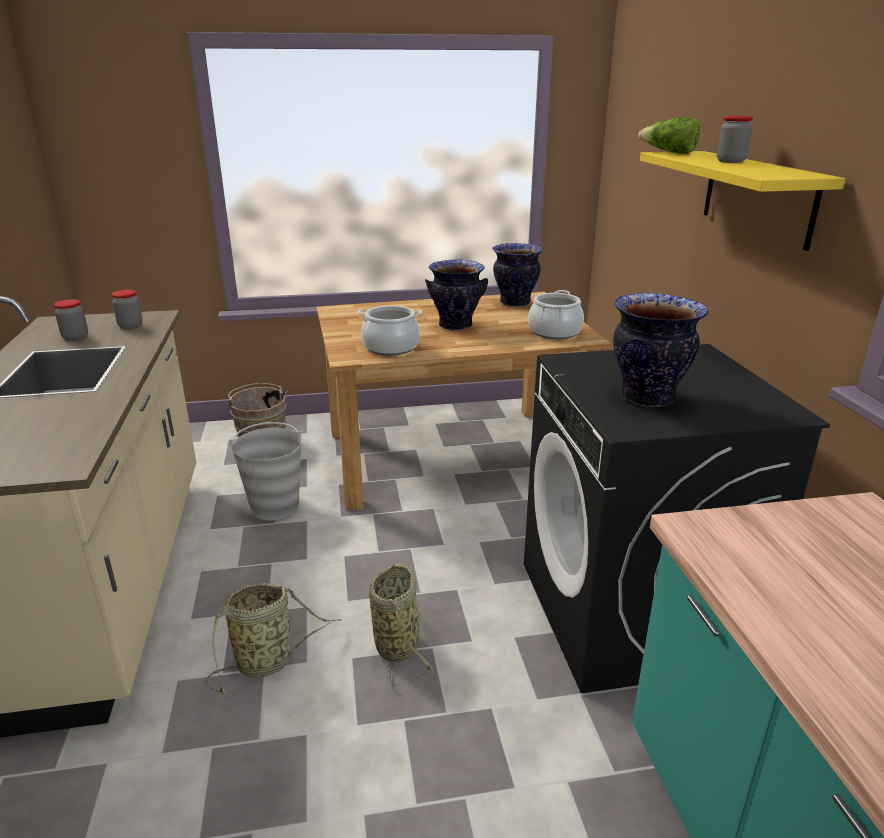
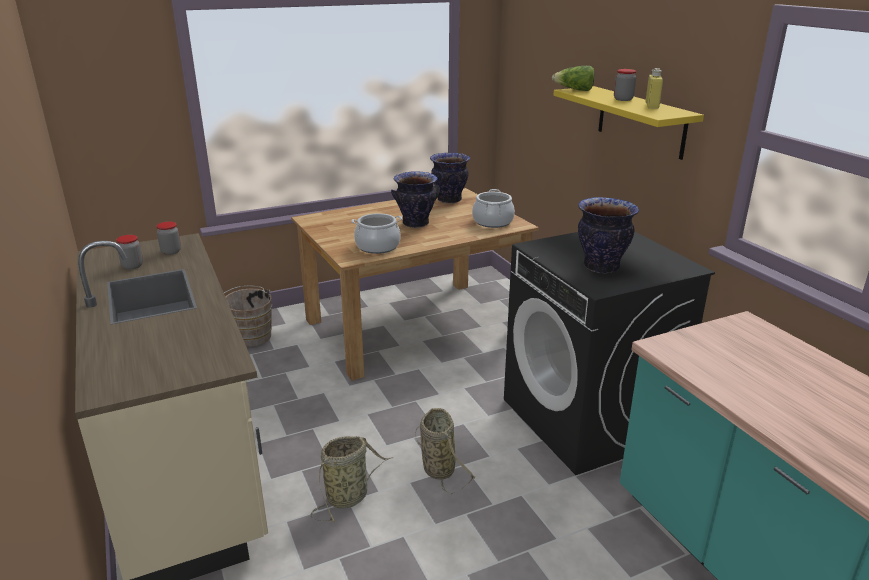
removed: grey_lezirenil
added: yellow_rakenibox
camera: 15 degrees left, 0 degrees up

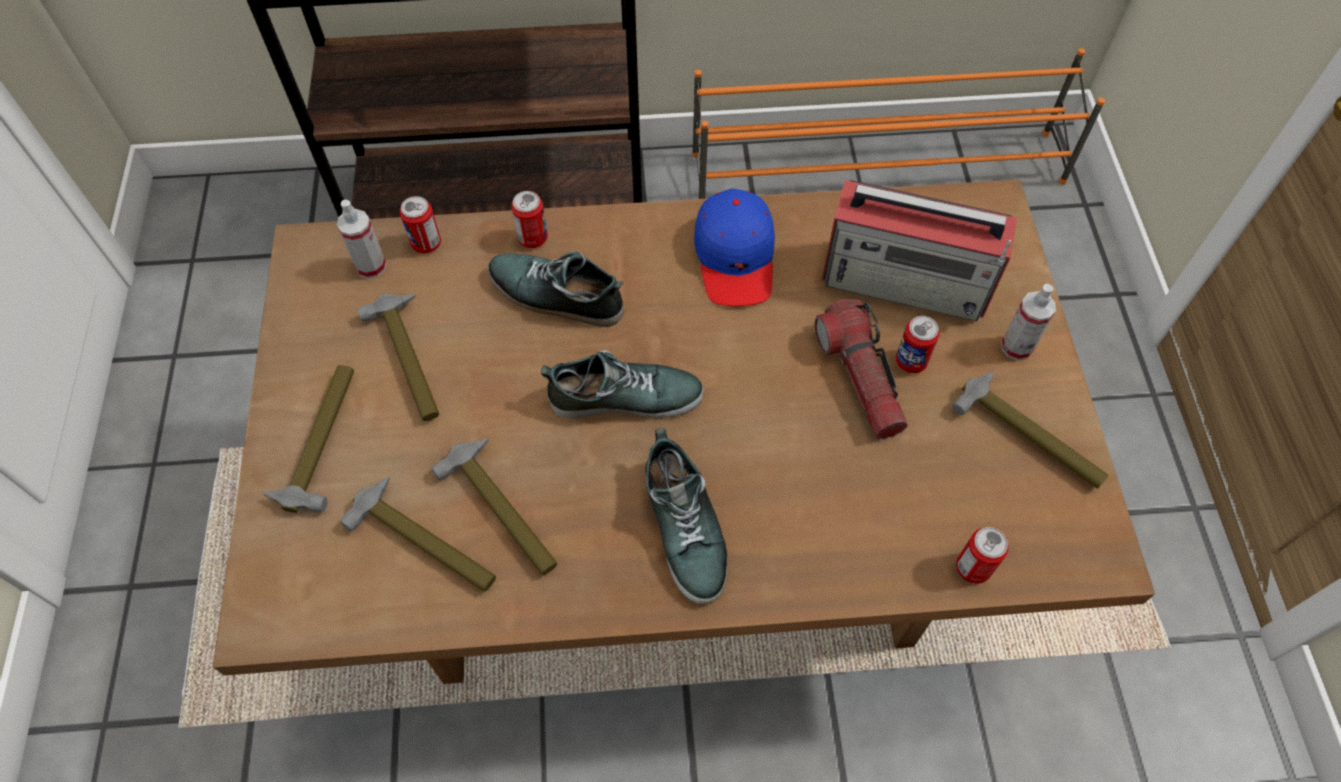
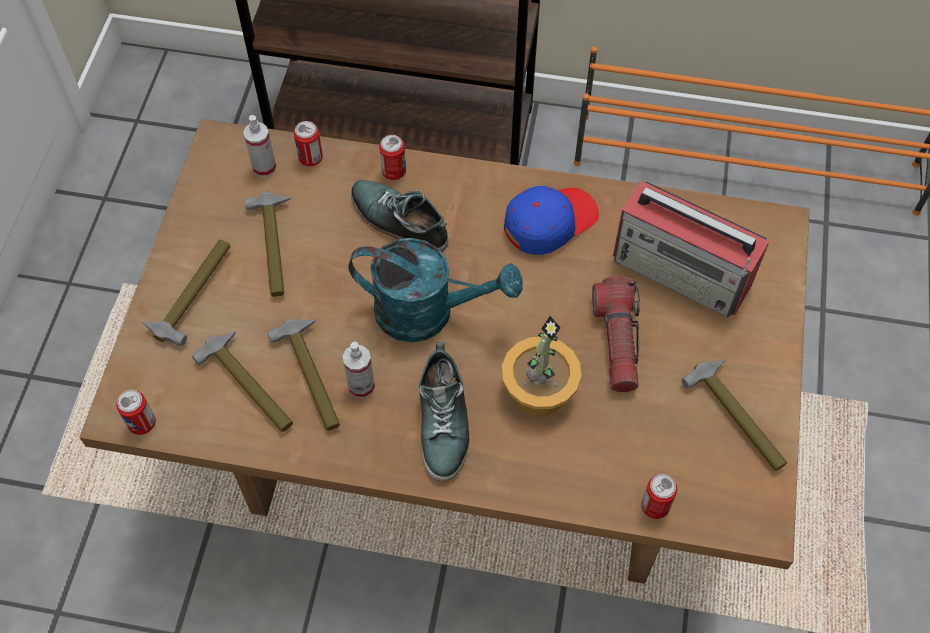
added: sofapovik
moved: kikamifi (3rd from left in the first image) to kikamifi (1st from left); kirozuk (2nd from left)
replaced: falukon (2nd from left) to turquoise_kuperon
turned: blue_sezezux 135 degrees counterclockwise
camera: 15 degrees right, 0 degrees up

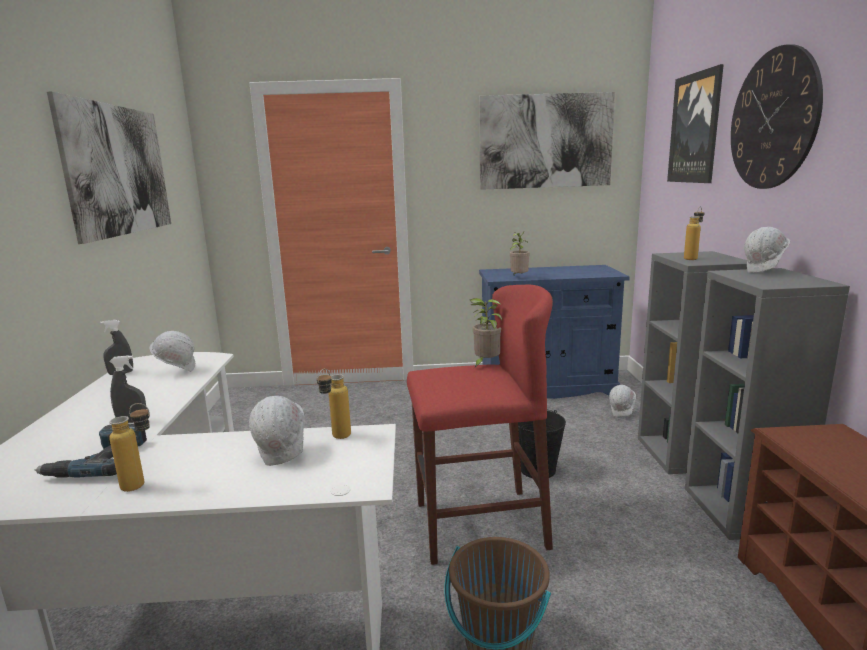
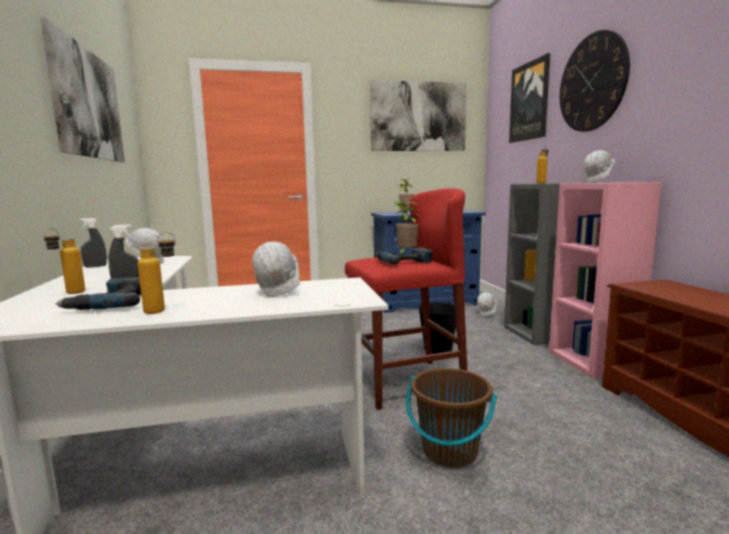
added: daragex (2nd from left)
moved: rakenibox (2nd from left in the first image) to rakenibox (1st from left)
recoloured: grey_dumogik (2nd from left) to pink_dumogik
camera: 10 degrees left, 5 degrees down

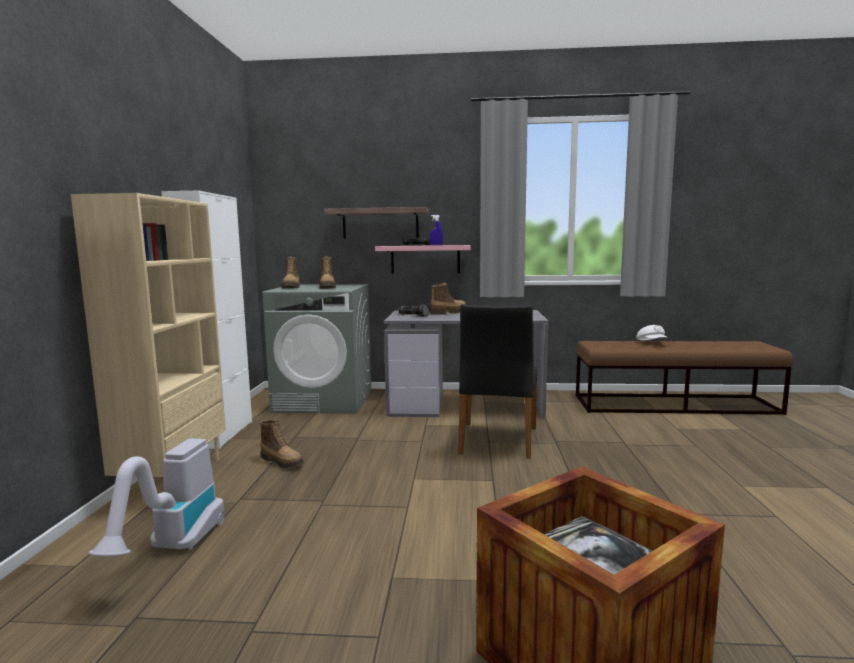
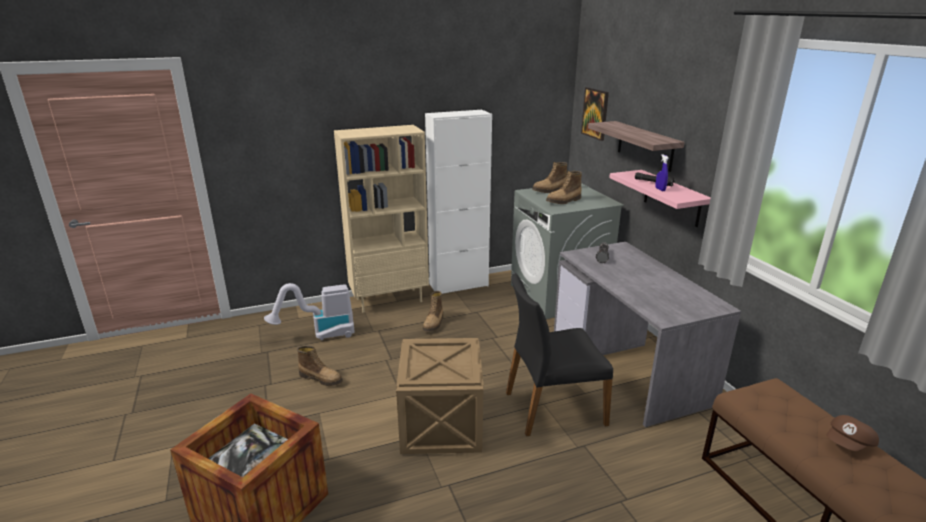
added: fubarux (2nd from left); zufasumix
moved: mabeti (4th from left in the first image) to mabeti (1st from left)
recoloured: white_sezezux to brown_sezezux
camera: 65 degrees right, 15 degrees up

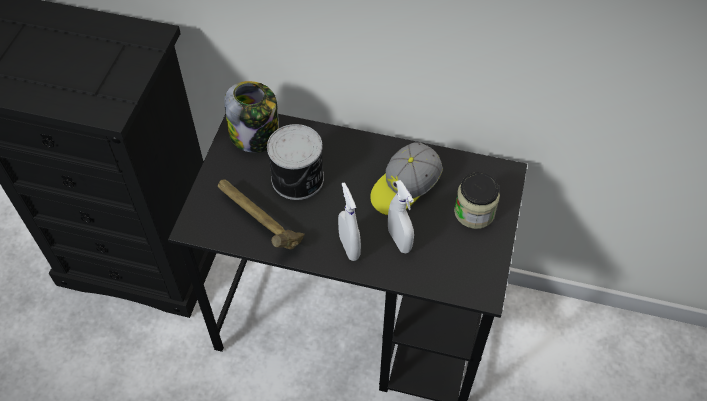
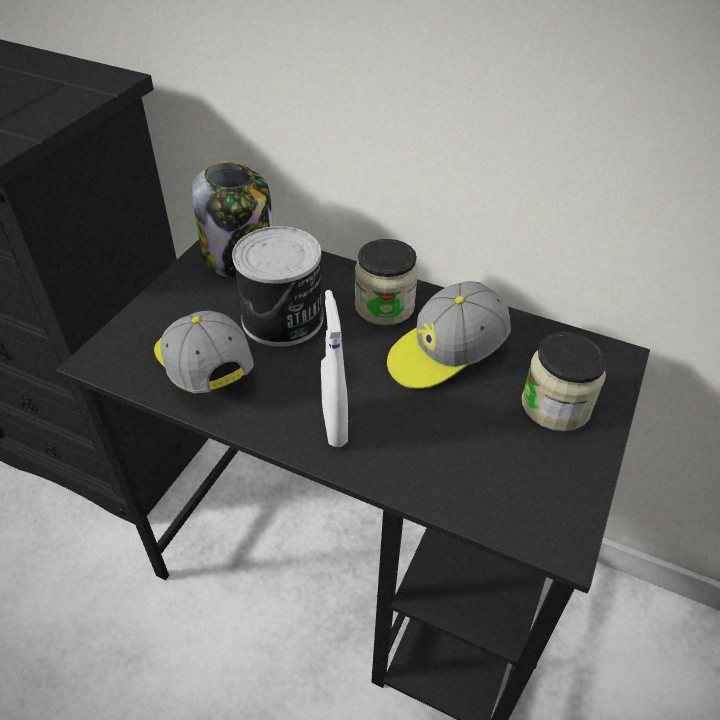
removed: white_kirozuk (2nd from left)
added: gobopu (2nd from left)
replaced: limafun to sezezux (1st from left)
camera: 10 degrees right, 10 degrees down

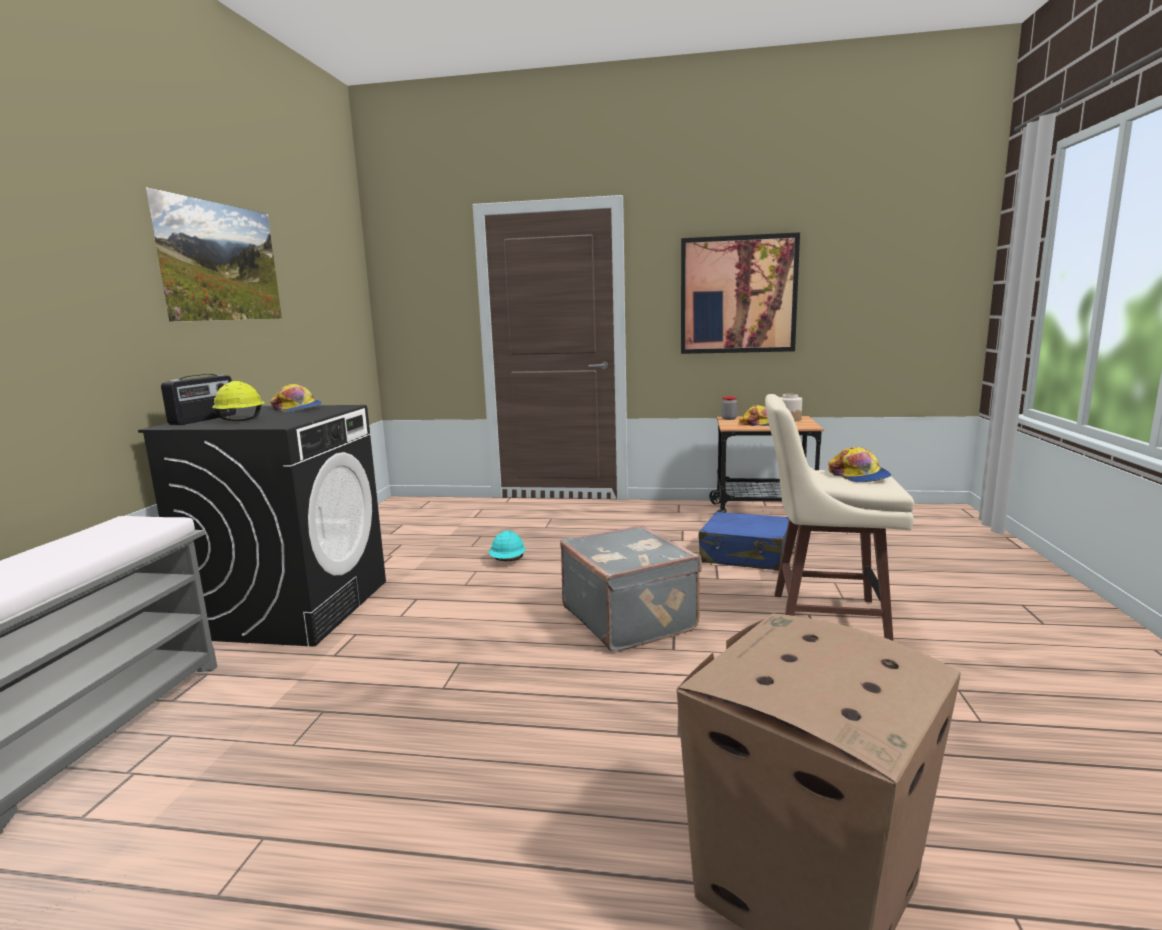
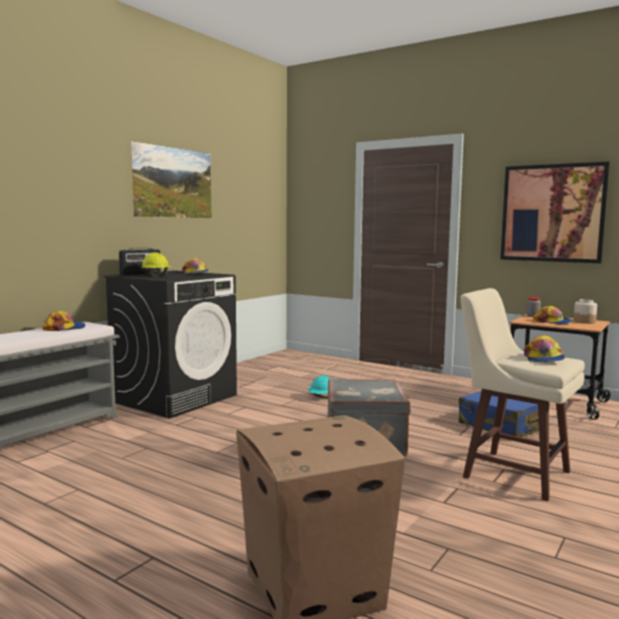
added: sezezux (1st from left)
camera: 25 degrees right, 5 degrees down

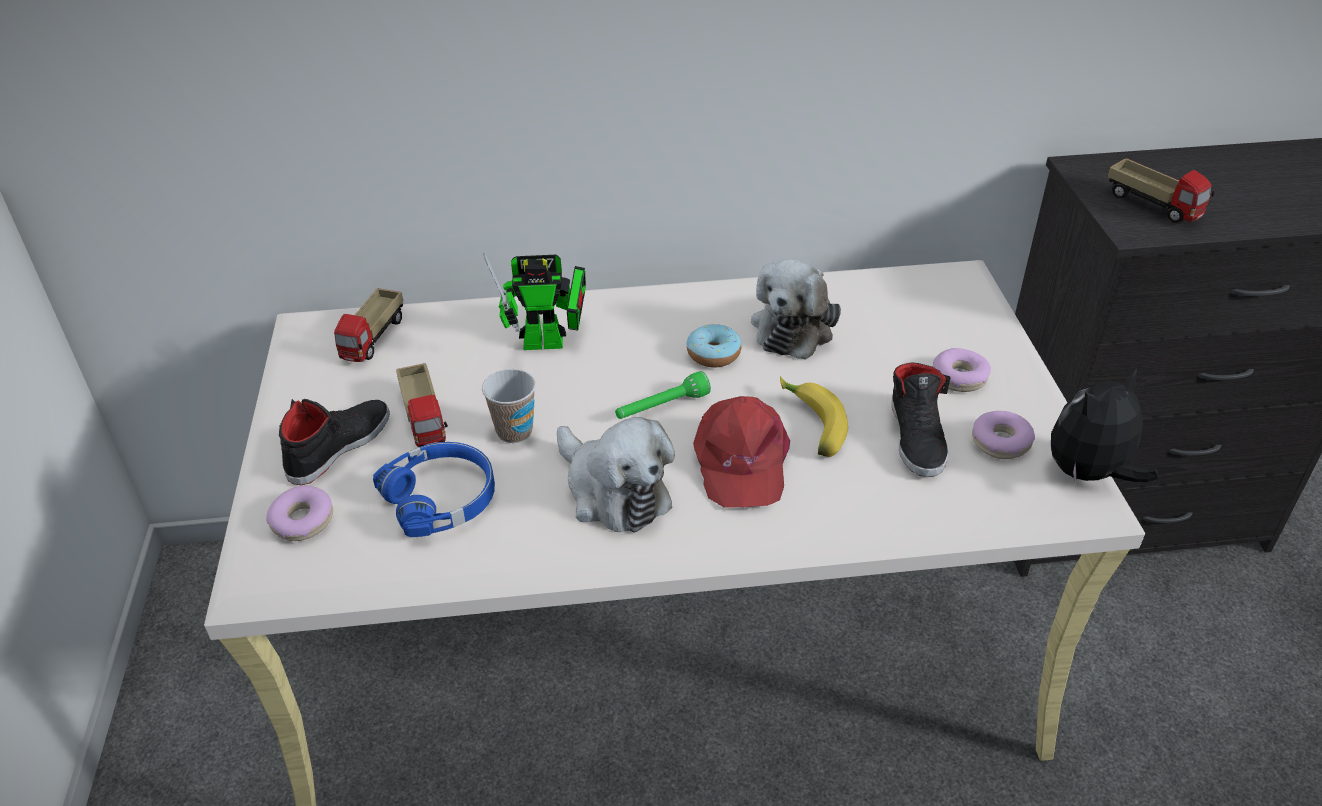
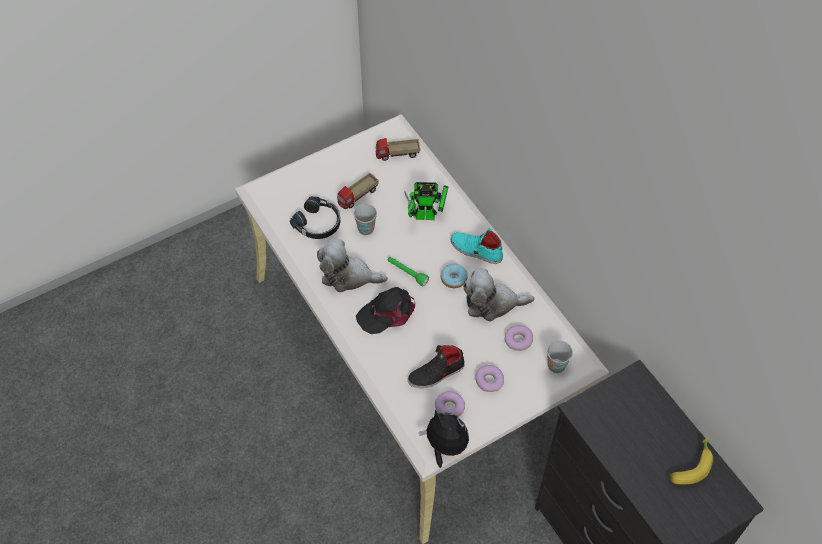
removed: black_falukon (1st from left); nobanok (3rd from left)
added: turquoise_falukon; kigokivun (2nd from left)
moved: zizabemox (1st from left in the first image) to zizabemox (4th from left); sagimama
recoloured: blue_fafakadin to black_fafakadin; red_sezezux to black_sezezux
turned: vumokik (1st from left) 75 degrees clockwise; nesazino 60 degrees counterclockwise
camera: 65 degrees right, 15 degrees up

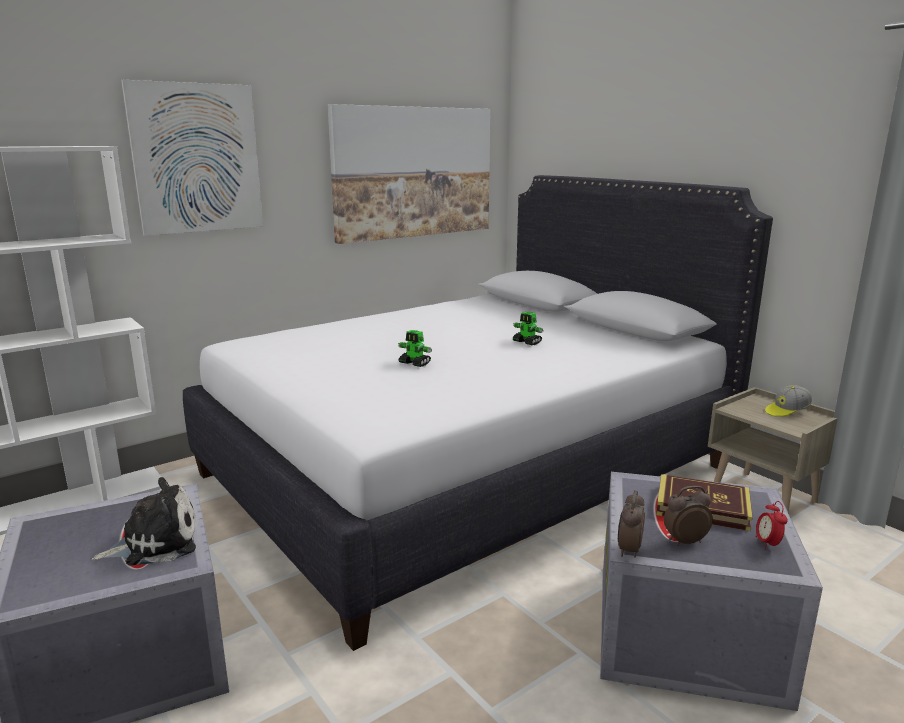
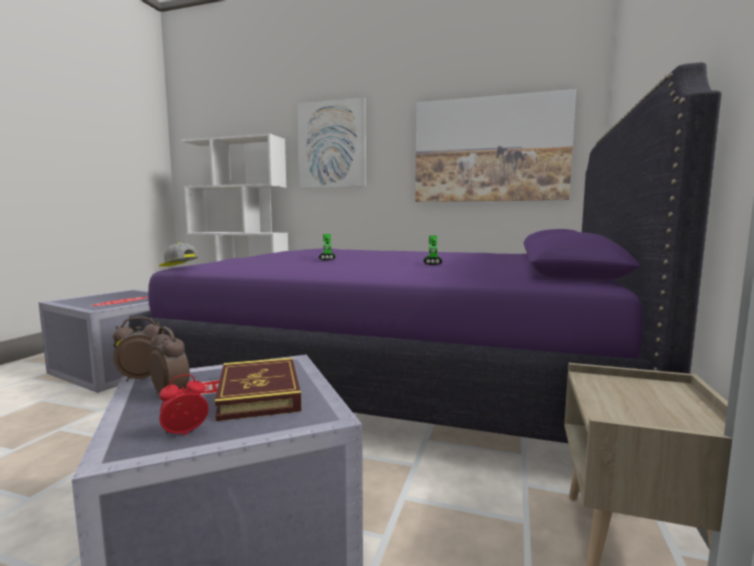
removed: vumokik
moved: sezezux
recoloured: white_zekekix to purple_zekekix
camera: 55 degrees right, 10 degrees down

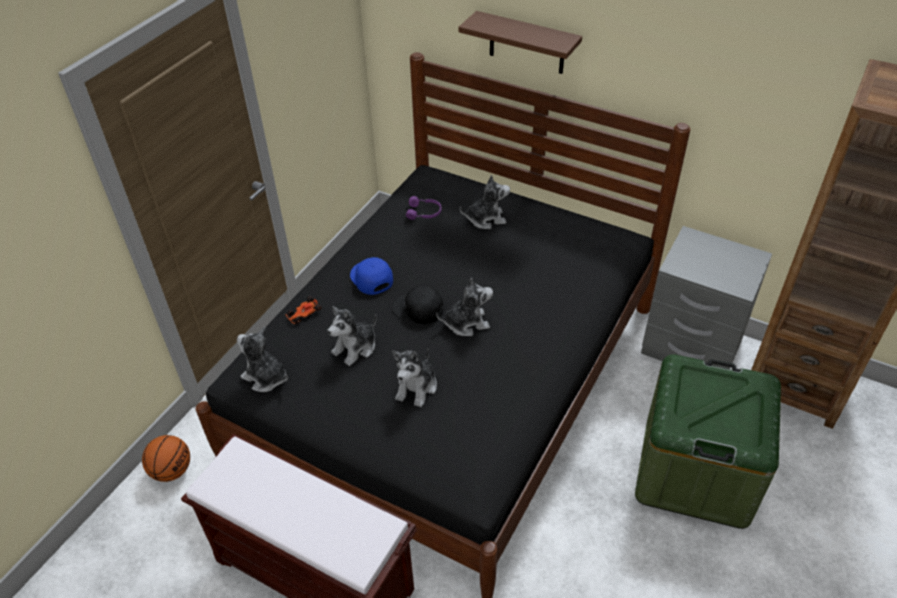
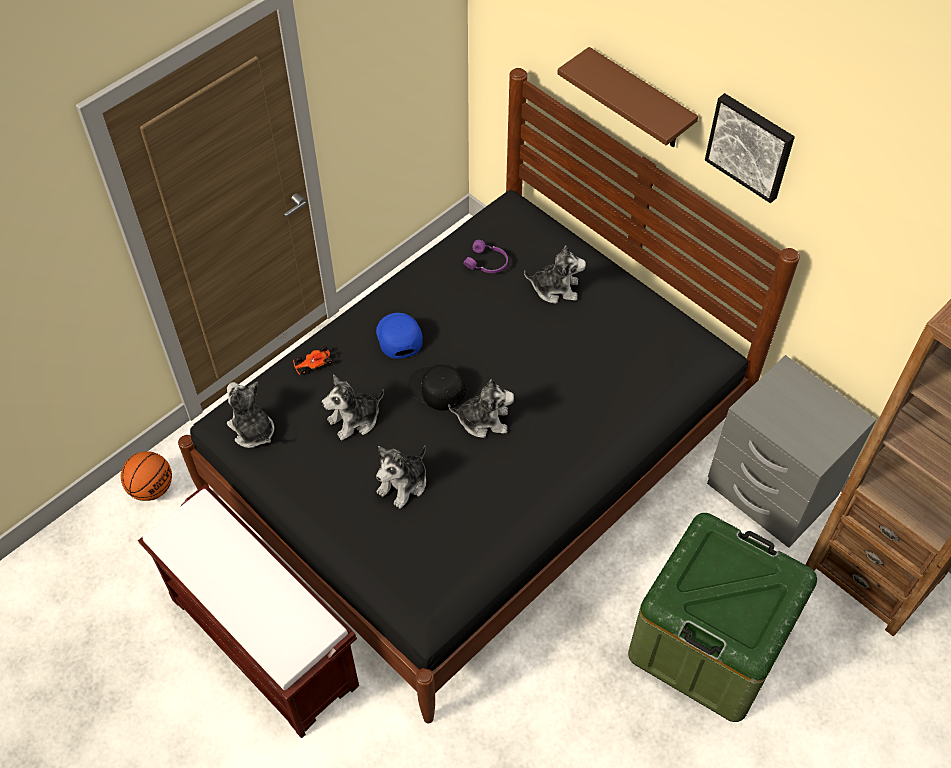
added: zufasumix
camera: 15 degrees right, 10 degrees up

